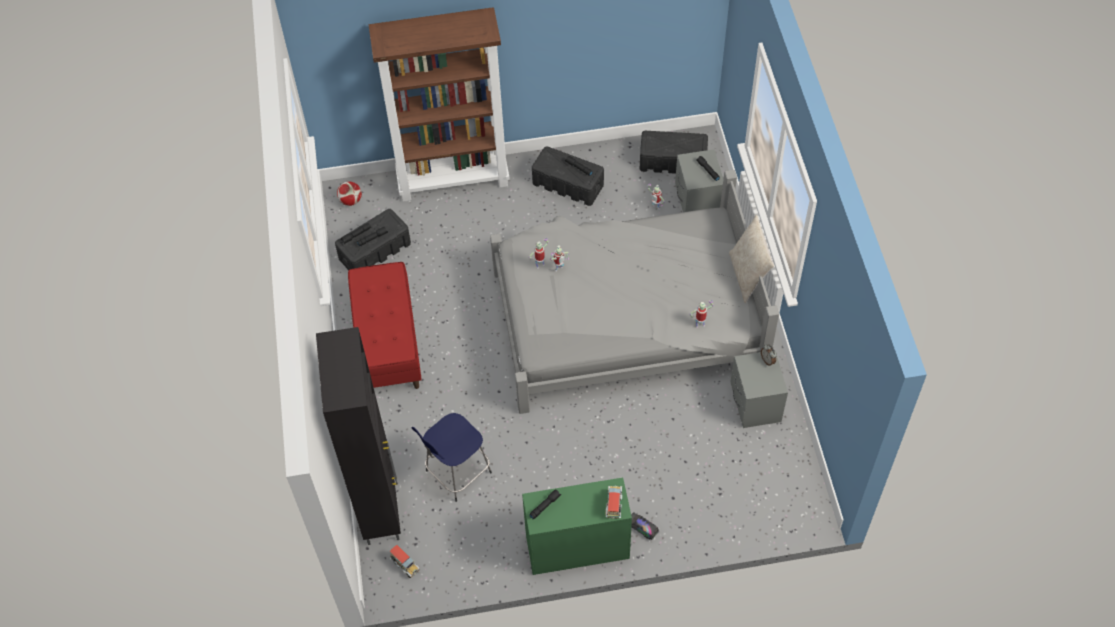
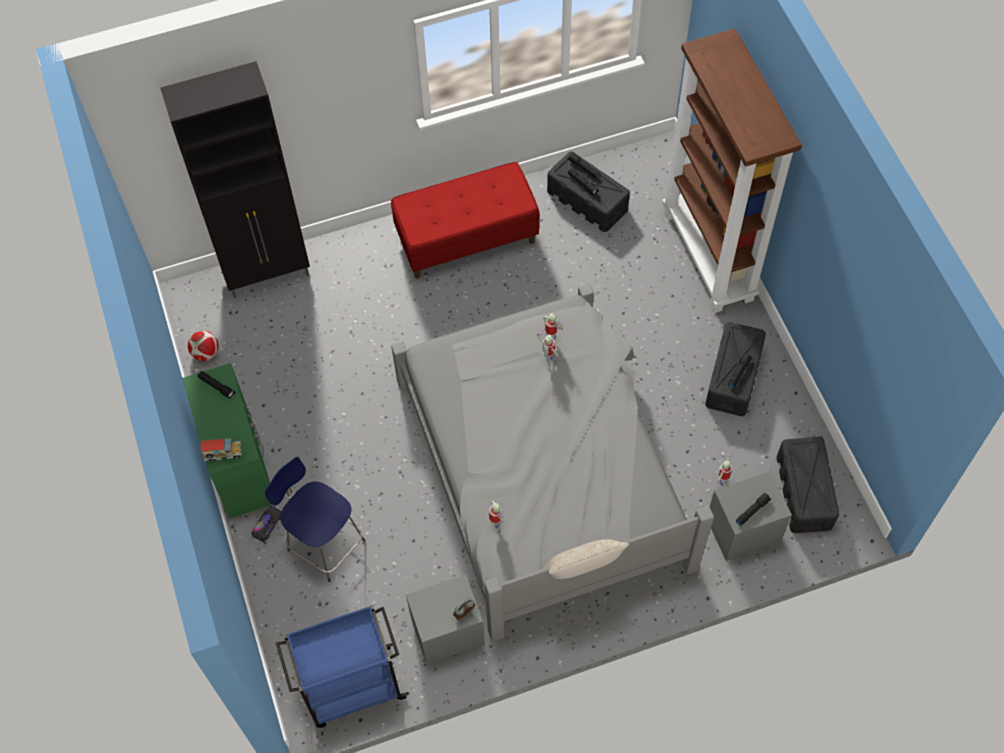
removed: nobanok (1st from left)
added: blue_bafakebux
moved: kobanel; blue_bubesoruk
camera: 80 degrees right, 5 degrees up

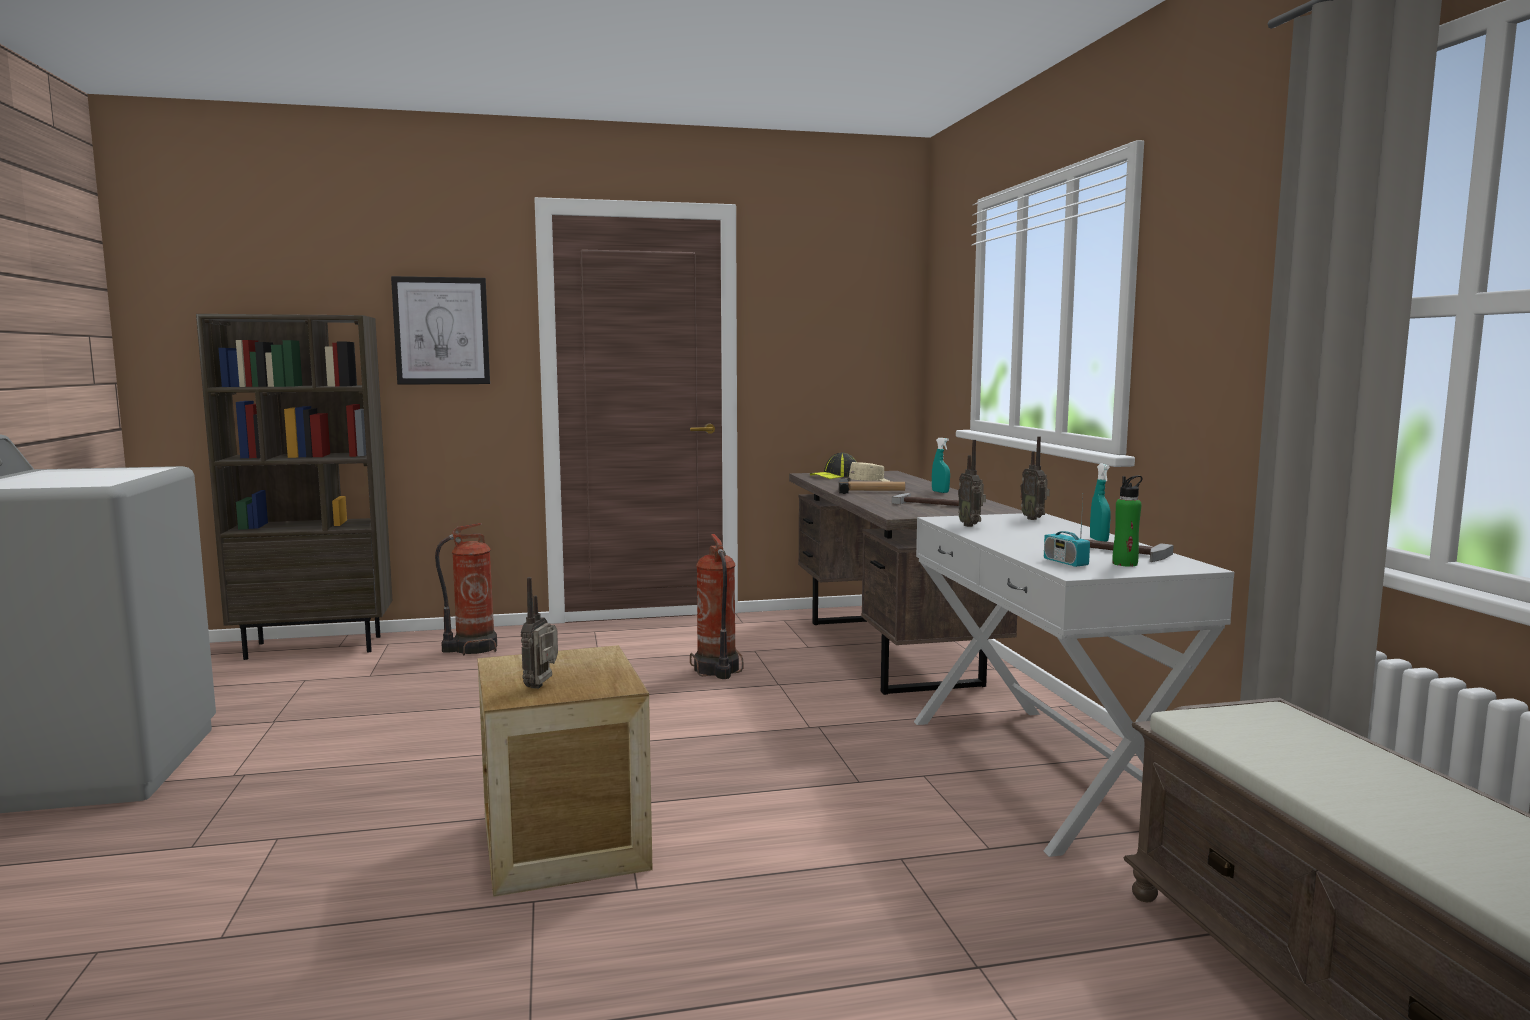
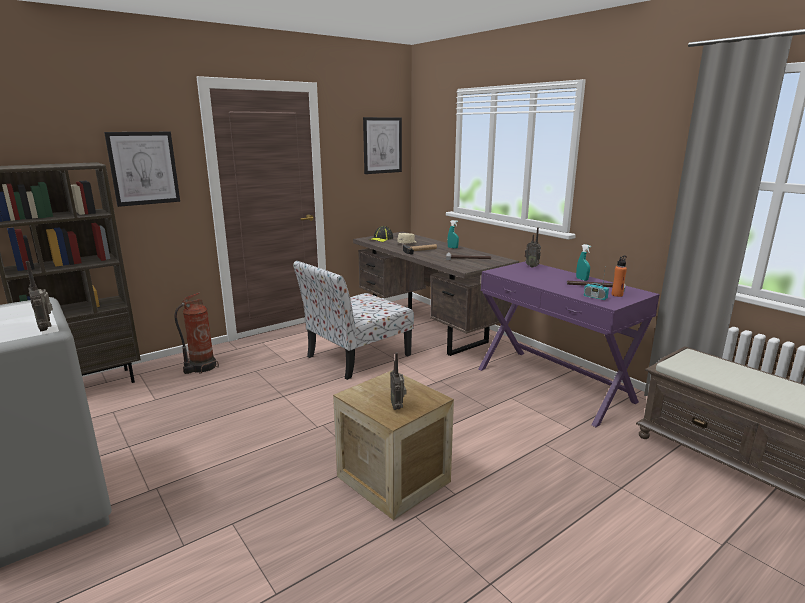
added: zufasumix (2nd from left)
moved: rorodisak (2nd from left in the first image) to rorodisak (1st from left)
replaced: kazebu (2nd from left) to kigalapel
recoloured: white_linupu to purple_linupu; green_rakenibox to orange_rakenibox
camera: 25 degrees left, 10 degrees up

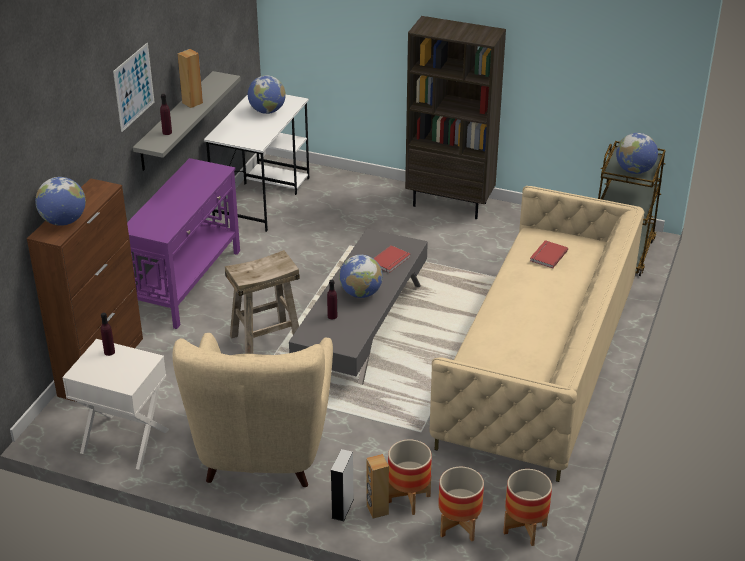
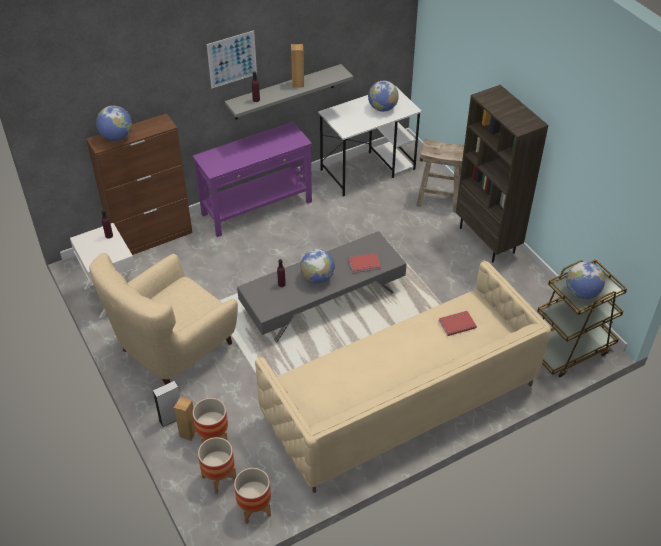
moved: beige_bubesoruk
camera: 40 degrees right, 10 degrees up

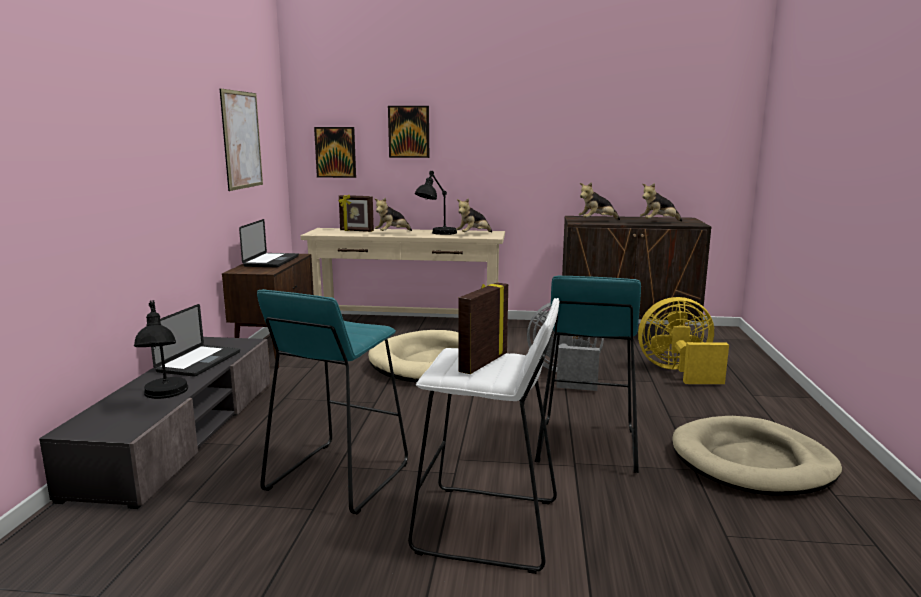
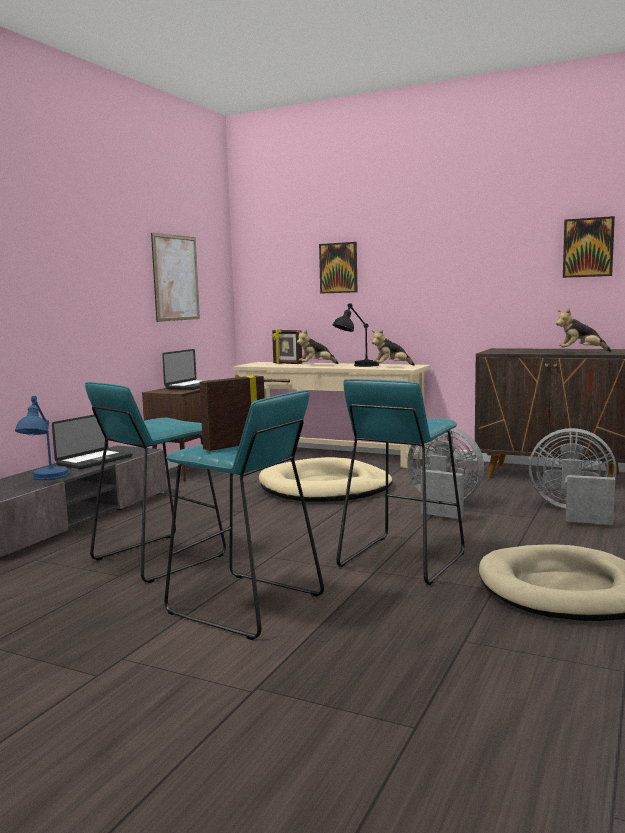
removed: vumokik (3rd from left)
moved: zufasumix (2nd from left in the first image) to zufasumix (3rd from left)
recoloured: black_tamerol (1st from left) to blue_tamerol; white_bubesoruk to turquoise_bubesoruk (2nd from left); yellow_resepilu to grey_resepilu (2nd from left)
camera: 20 degrees right, 5 degrees down

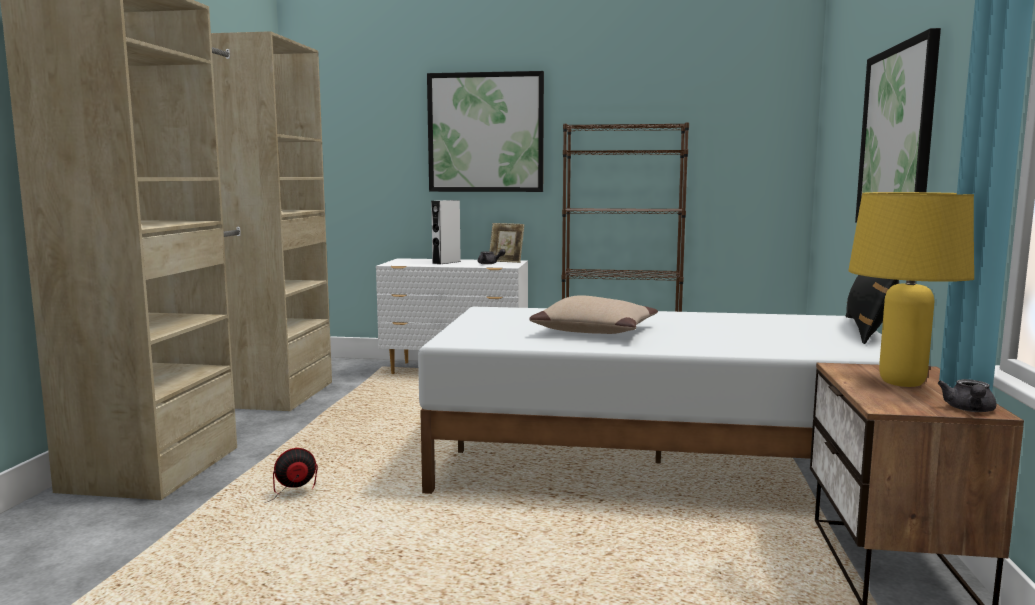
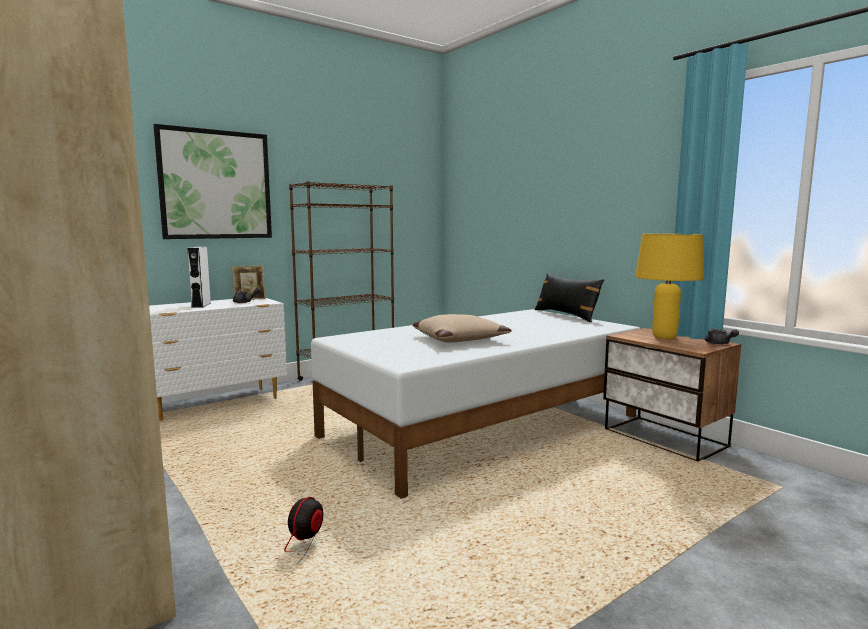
removed: zufasumix (2nd from left)
camera: 45 degrees left, 0 degrees up

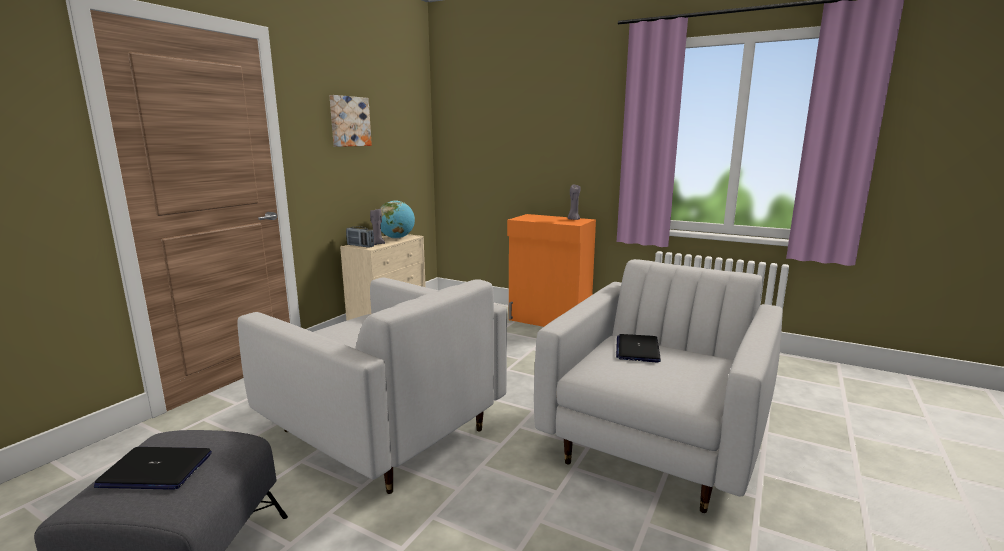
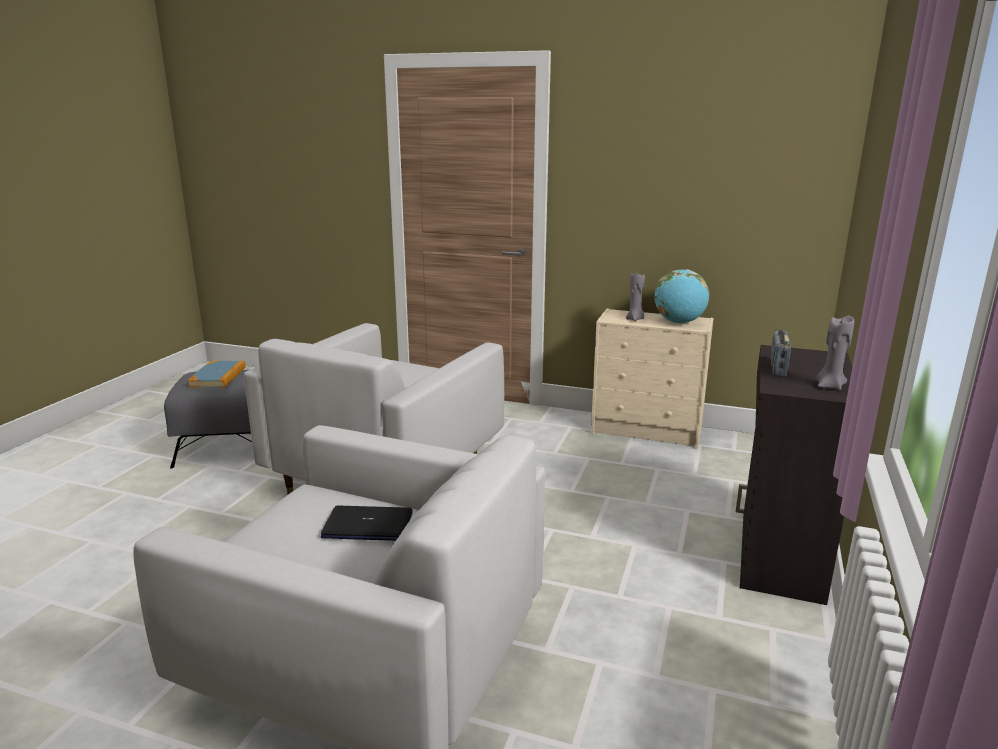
removed: zufasumix
moved: rorodisak
replaced: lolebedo (1st from left) to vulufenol
recoloured: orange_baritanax to black_baritanax
camera: 80 degrees right, 5 degrees up

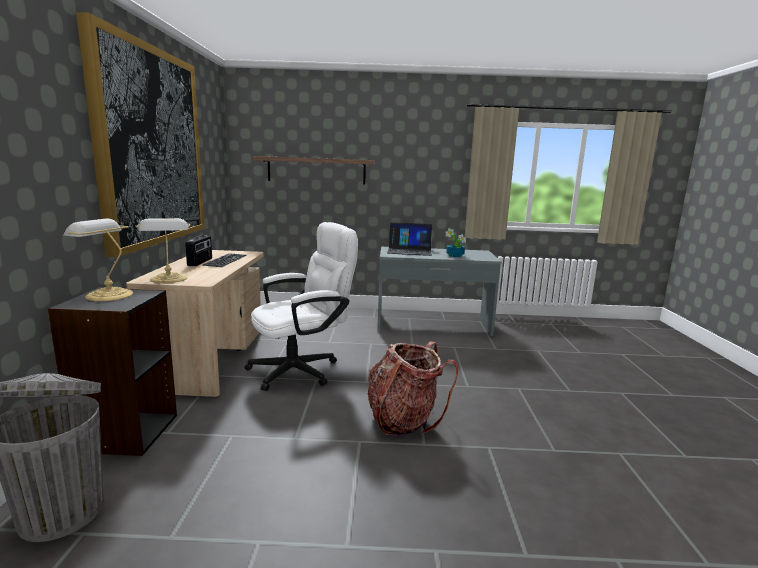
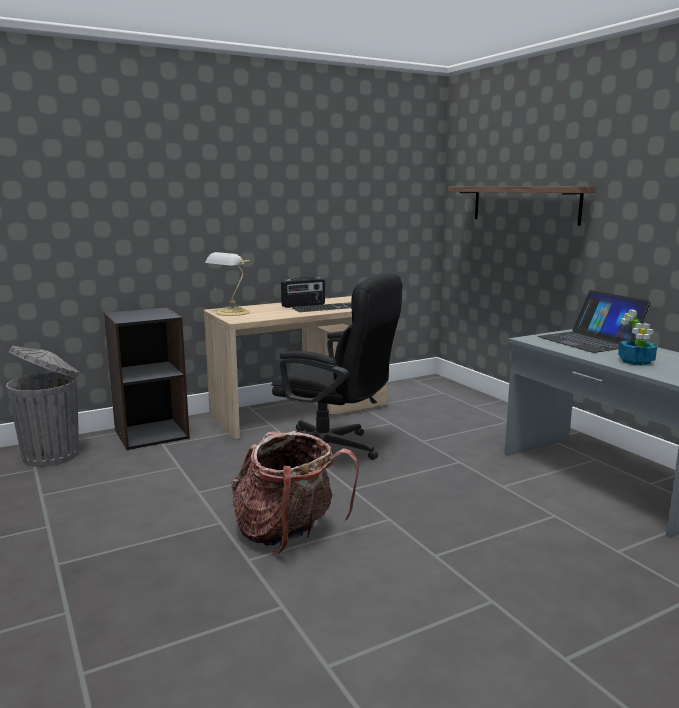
removed: tamerol (1st from left); zufasumix
recoloured: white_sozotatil to black_sozotatil
camera: 60 degrees right, 0 degrees up

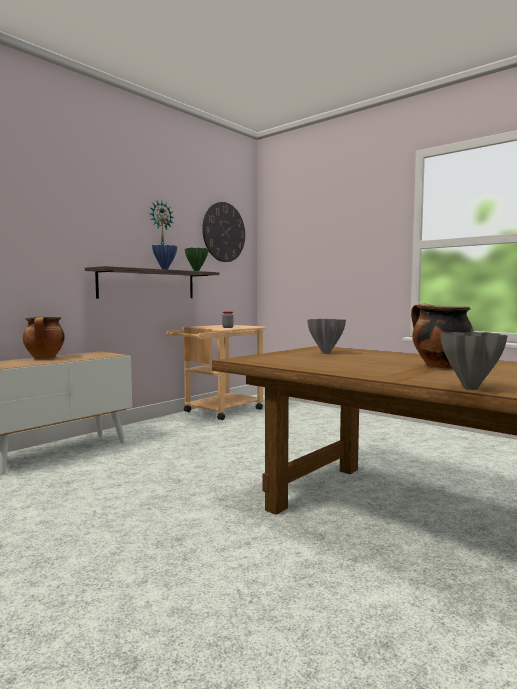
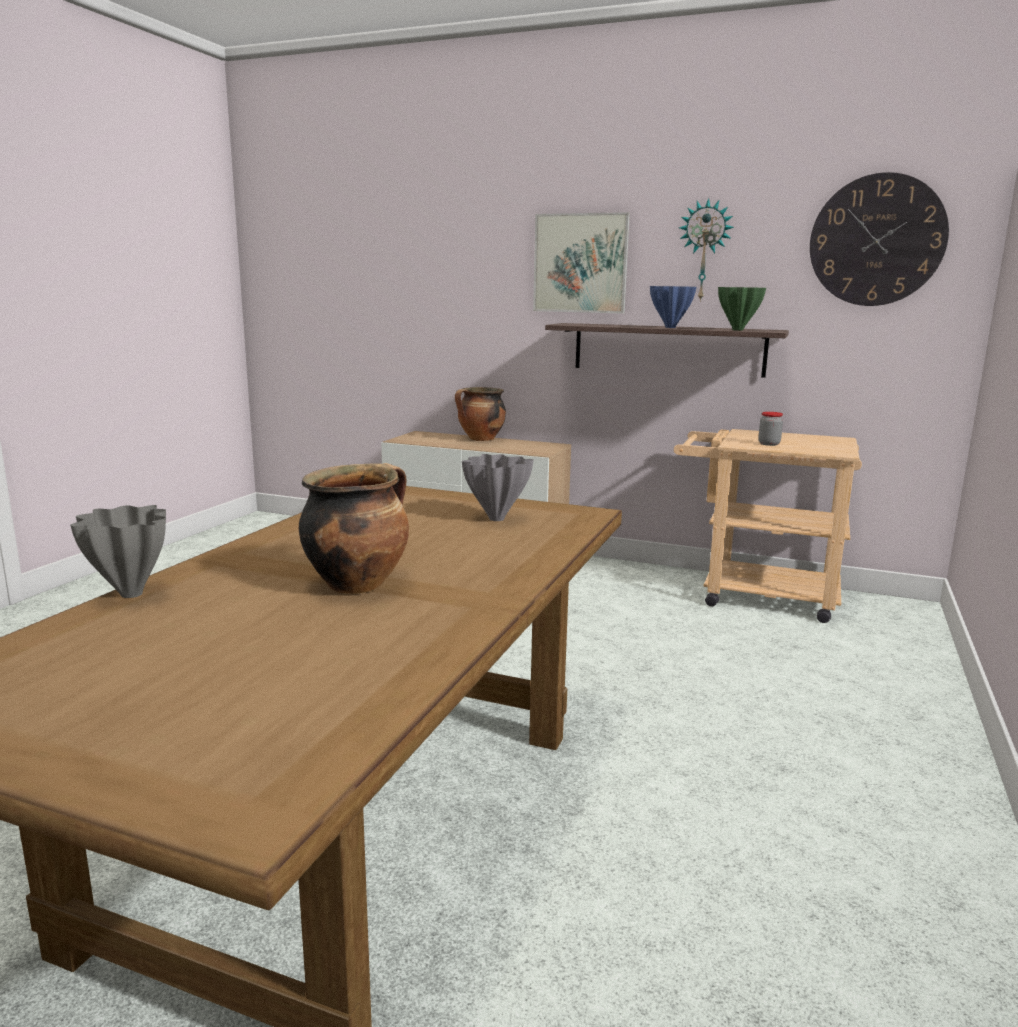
added: zufasumix
camera: 70 degrees right, 10 degrees up

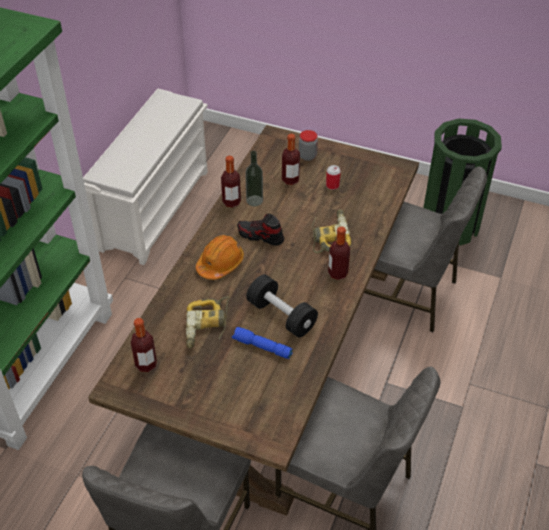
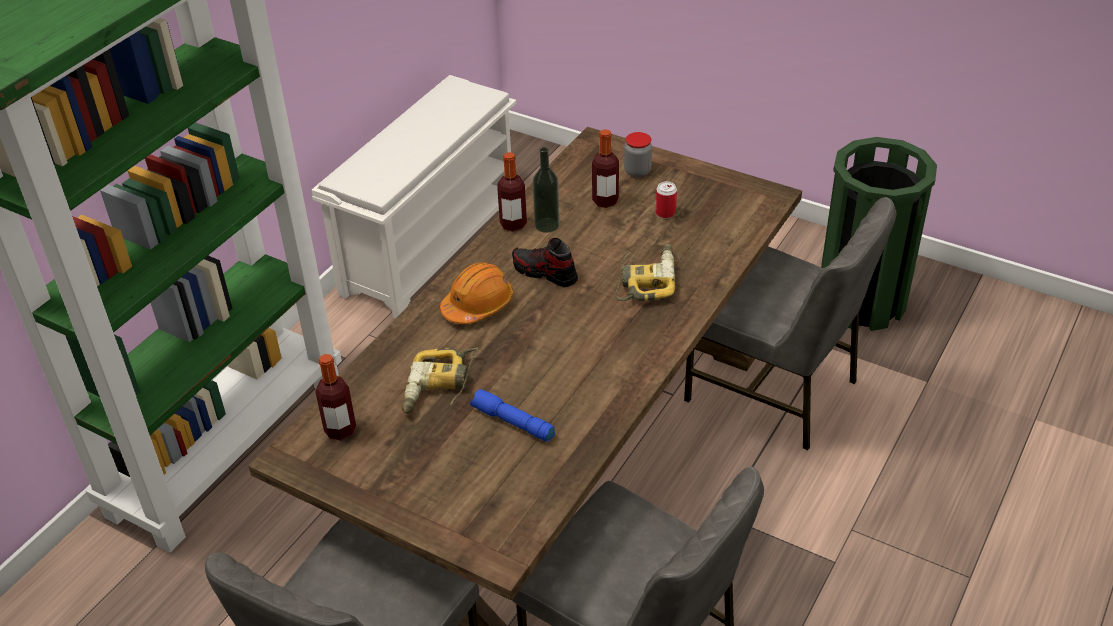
removed: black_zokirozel; rakenibox (5th from left)
camera: 10 degrees right, 5 degrees down

